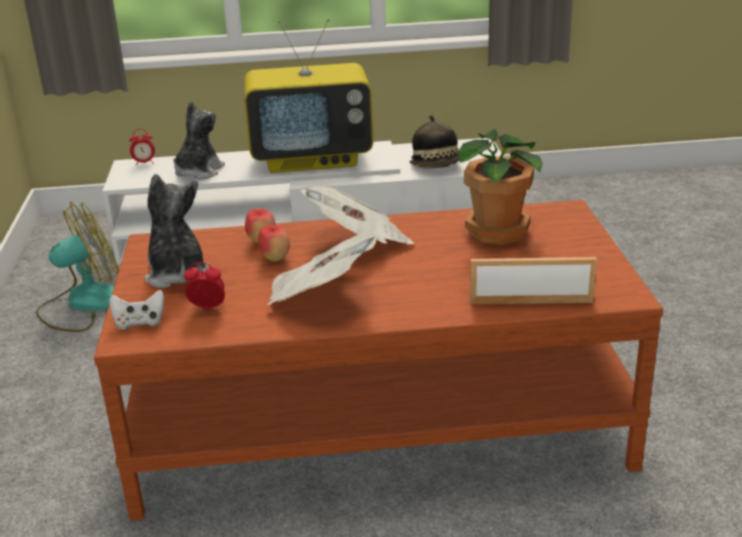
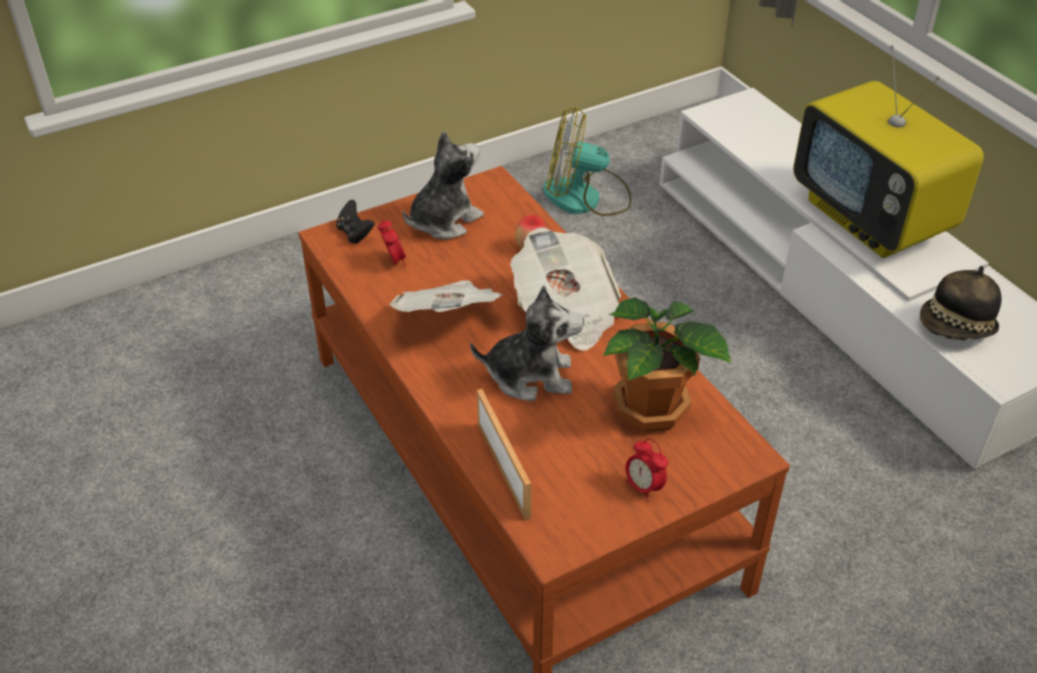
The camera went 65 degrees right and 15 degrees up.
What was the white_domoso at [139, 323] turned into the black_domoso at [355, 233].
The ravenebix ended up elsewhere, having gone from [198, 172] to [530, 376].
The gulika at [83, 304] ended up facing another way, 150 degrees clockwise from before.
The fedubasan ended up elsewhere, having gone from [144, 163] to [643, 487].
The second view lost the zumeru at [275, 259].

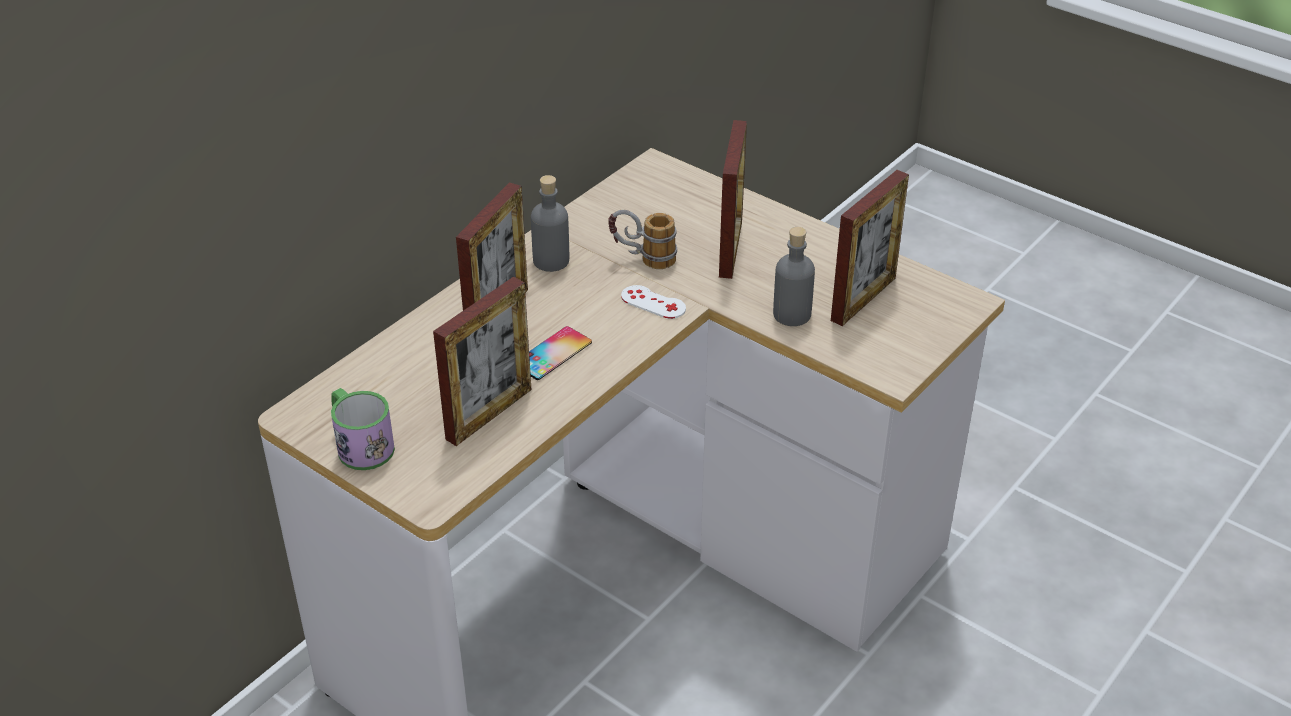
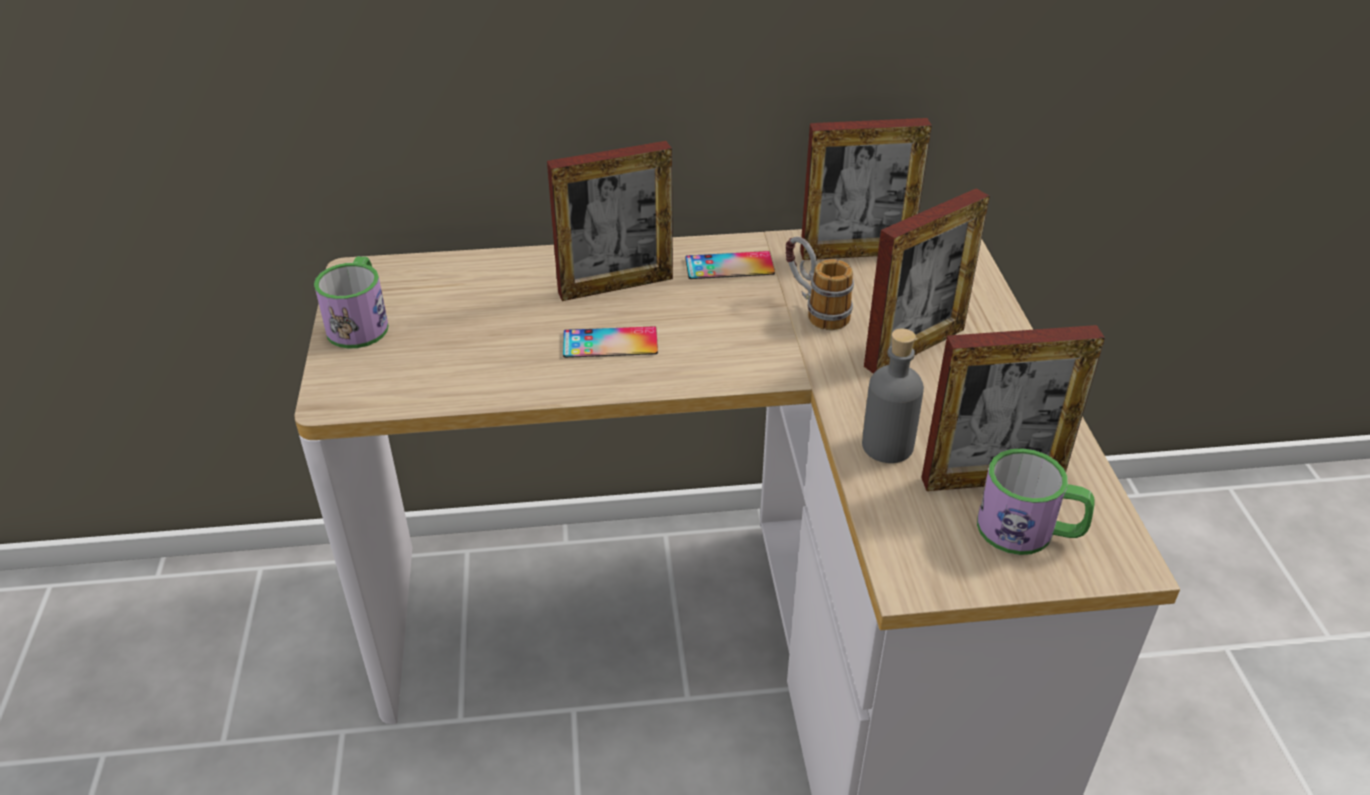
The camera went 45 degrees right and 0 degrees up.
Where the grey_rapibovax stood at [551, 261], the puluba came to stand at [729, 266].
The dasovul ended up elsewhere, having gone from [489, 414] to [856, 252].
The second view gained the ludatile at [1029, 531].
The second view lost the white_domoso at [653, 302].

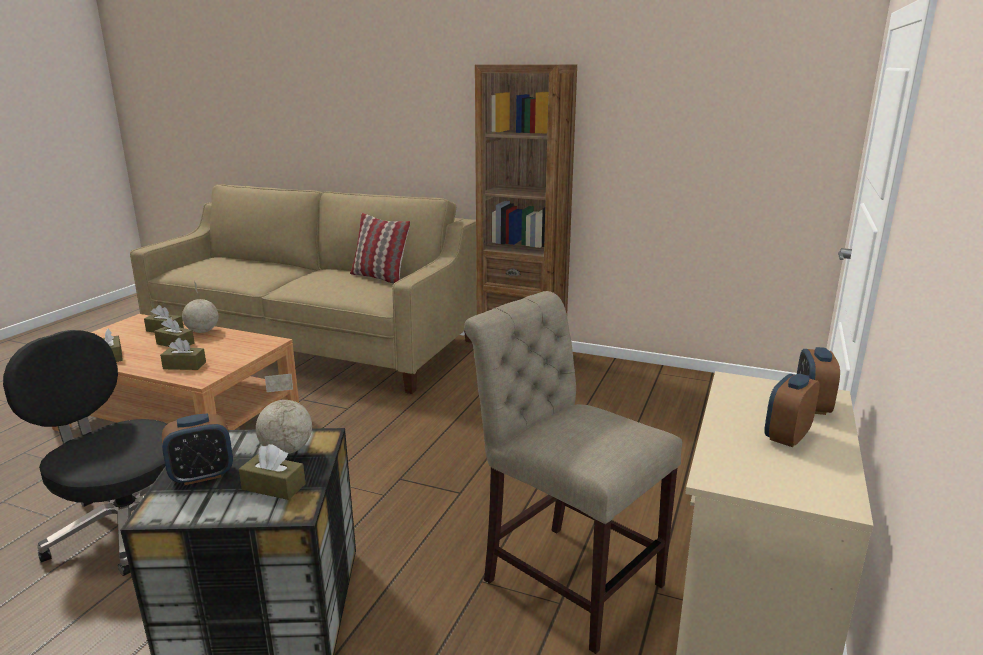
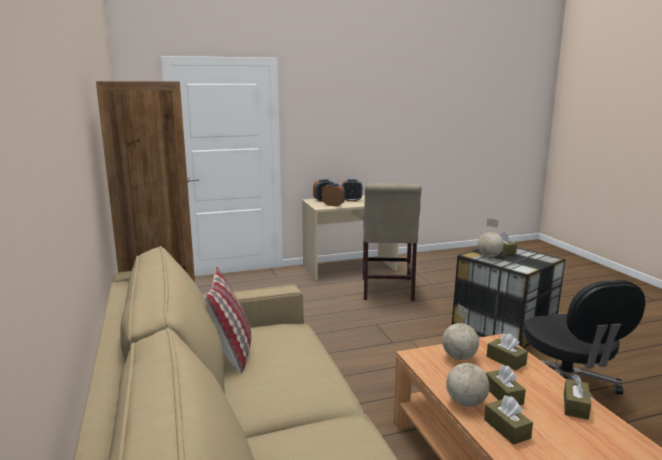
The camera went 130 degrees left and 5 degrees down.
The fedubasan ended up elsewhere, having gone from [202, 475] to [333, 205].
The second view gained the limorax at [459, 357].

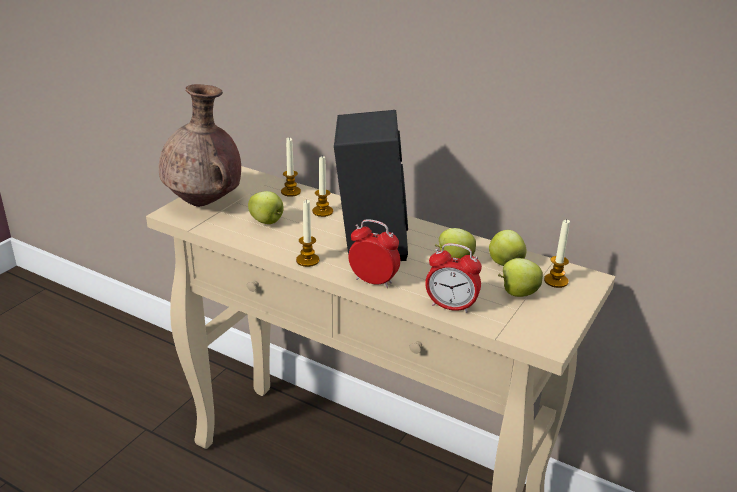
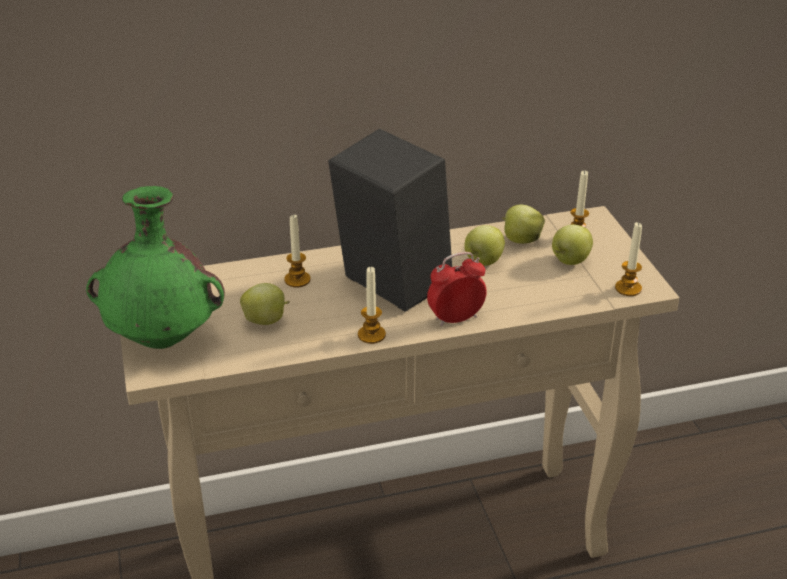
The camera went 45 degrees left and 5 degrees up.
What was the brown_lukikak at [205, 203] turned into the green_lukikak at [164, 339].
The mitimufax ended up elsewhere, having gone from [290, 192] to [628, 288].
The second view lost the fedubasan at [451, 306].

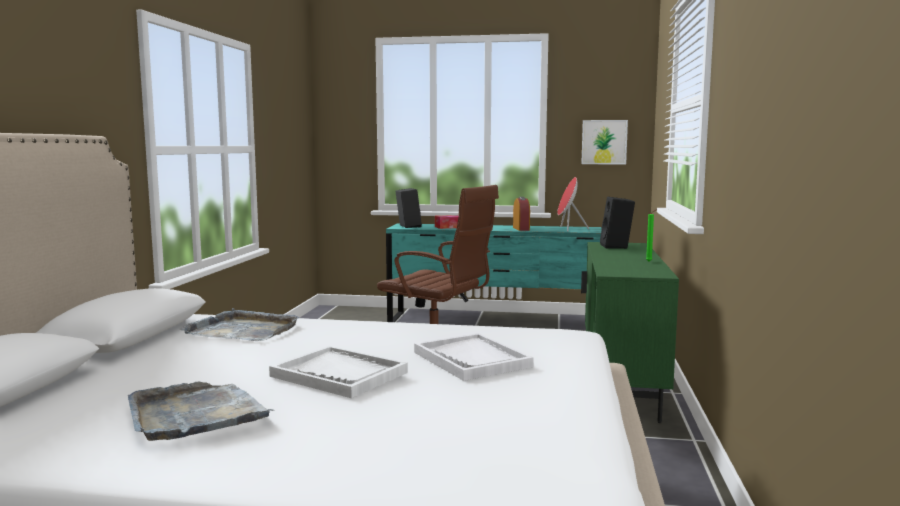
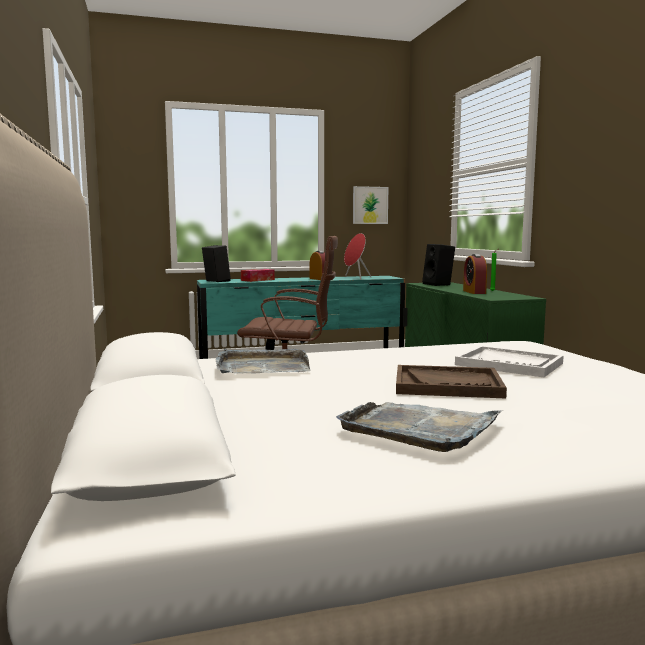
The camera went 25 degrees left and 0 degrees up.
What was the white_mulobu at [339, 374] turned into the brown_mulobu at [448, 385].
The second view gained the fedubasan at [474, 292].

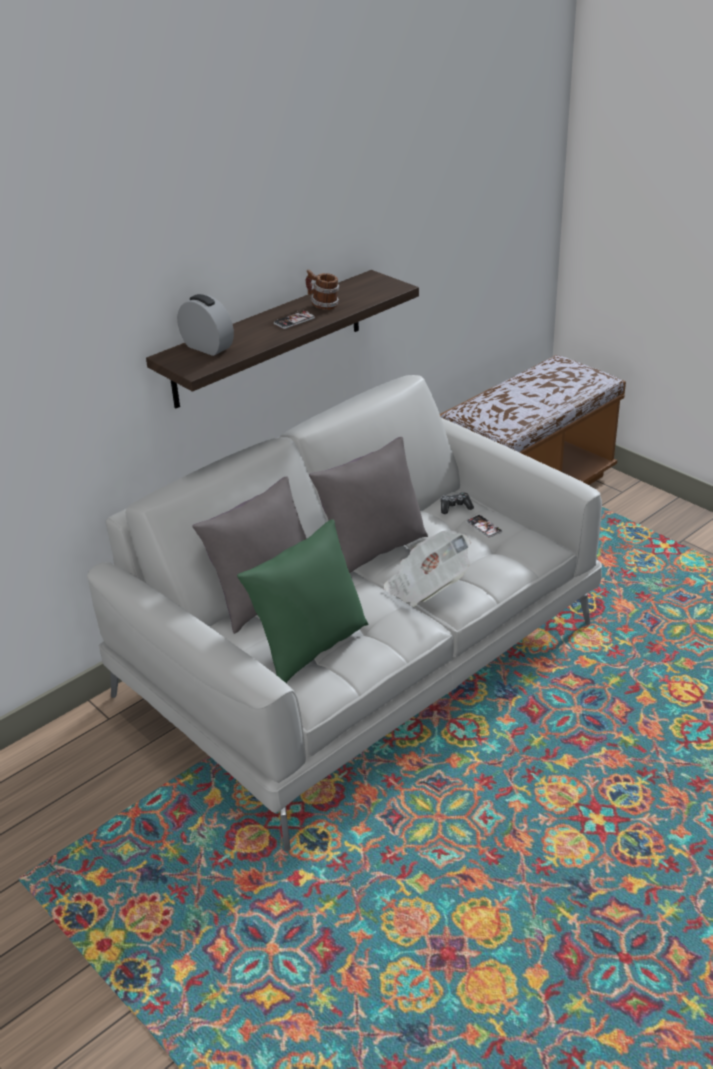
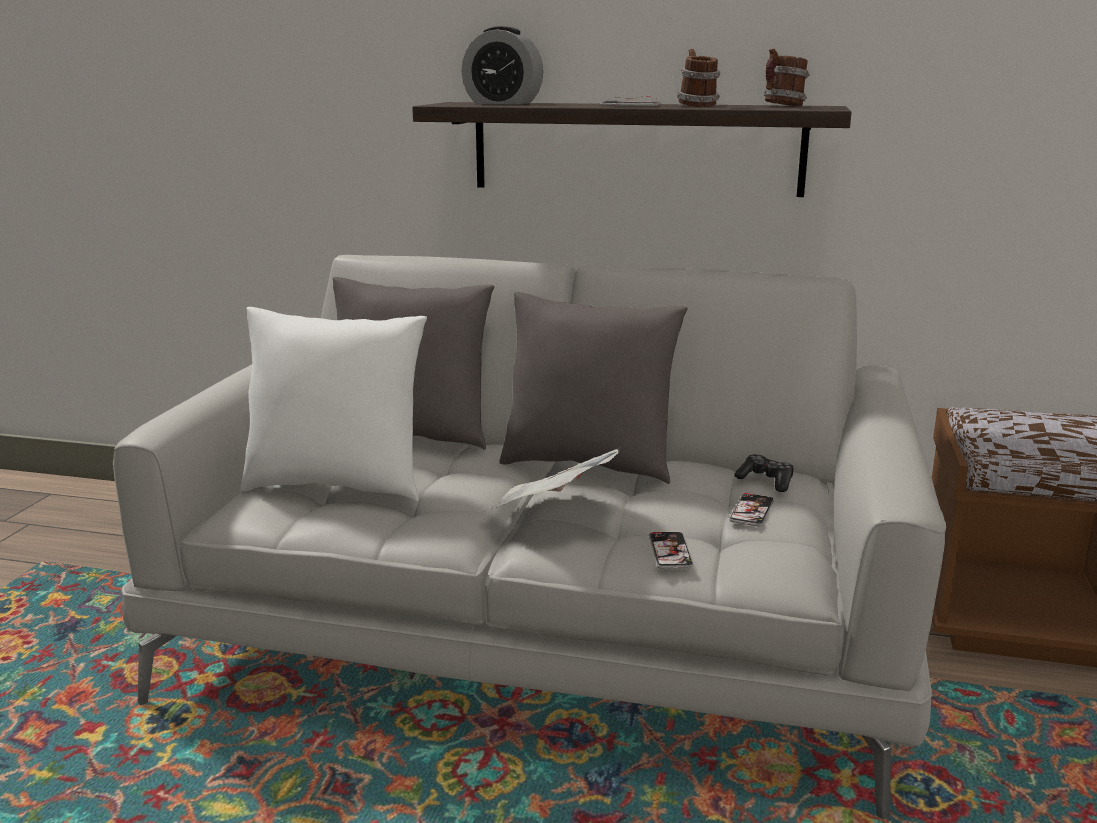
The camera went 55 degrees right and 15 degrees down.
What was the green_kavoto at [310, 648] turned into the white_kavoto at [337, 485].
The fedubasan at [207, 347] ended up facing another way, 105 degrees clockwise from before.
The second view gained the puluba at [670, 551].
The second view gained the ludatile at [782, 106].

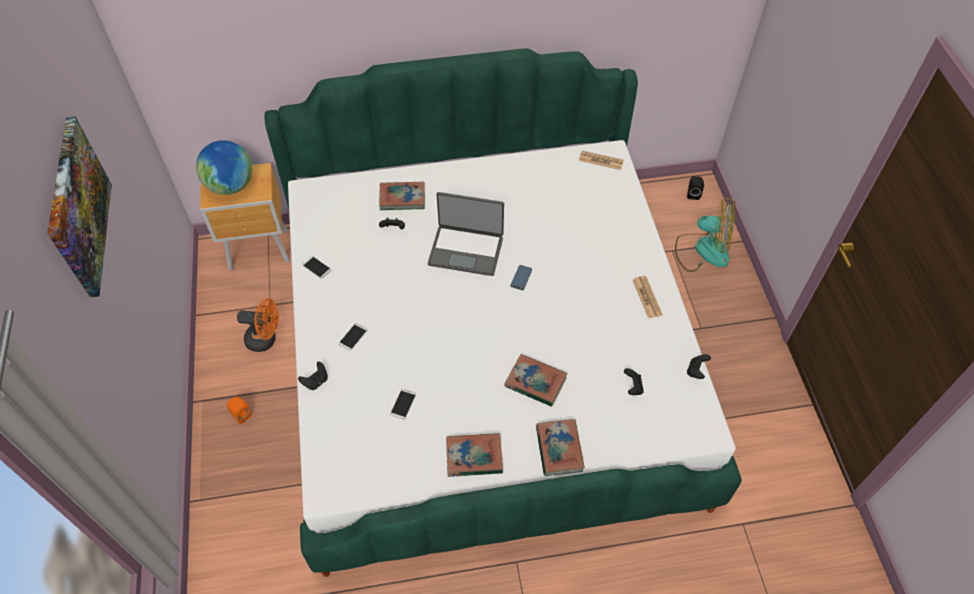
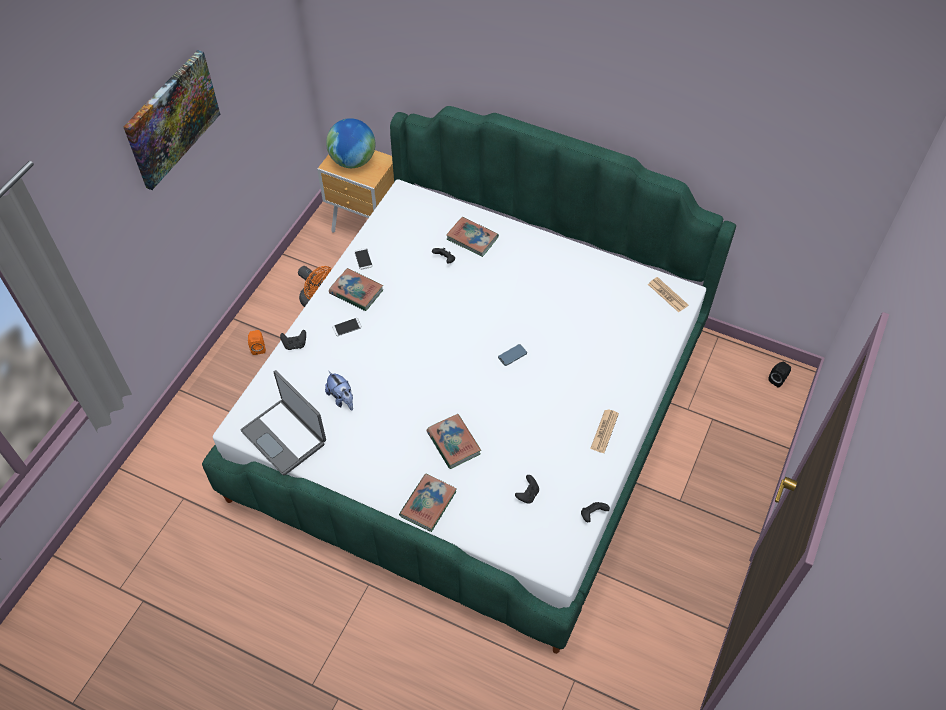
The camera went 35 degrees right and 0 degrees up.
The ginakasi ended up elsewhere, having gone from [466, 250] to [285, 436].
Where the puluba stood at [403, 404], the ravenebix came to stand at [342, 399].
The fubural ended up elsewhere, having gone from [474, 457] to [356, 292].
The second view lost the gulika at [703, 250].

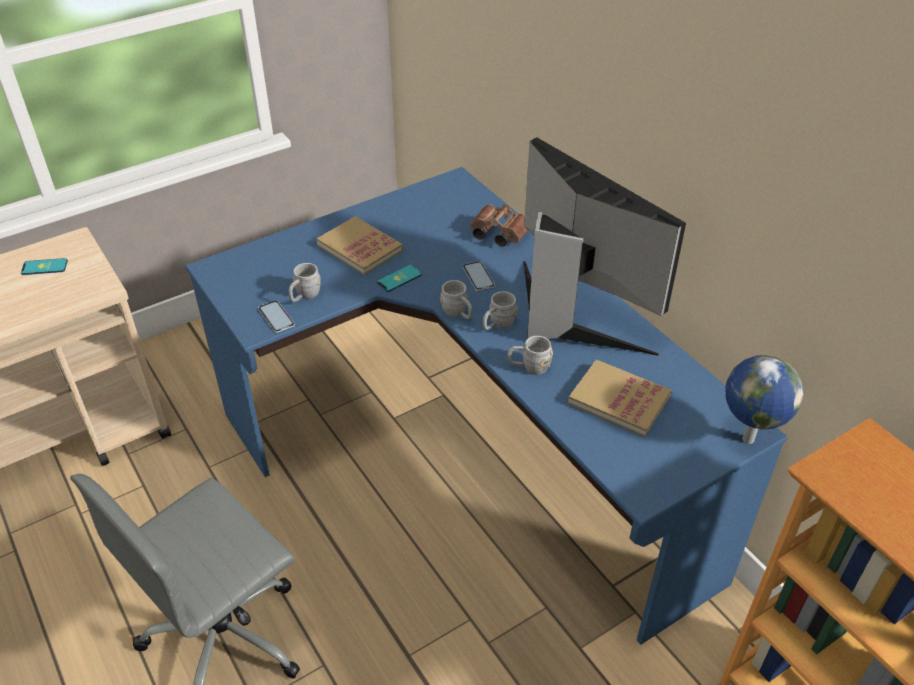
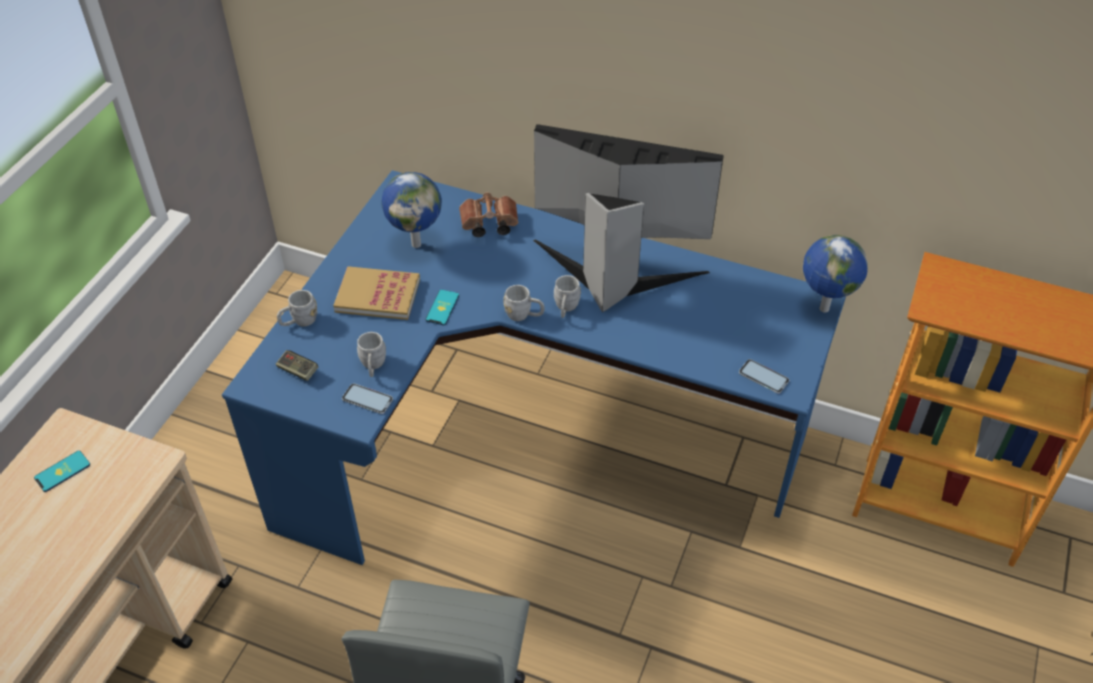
The camera went 35 degrees left and 5 degrees up.
The second view gained the domoso at [298, 370].
The grey_ludatile ended up elsewhere, having gone from [529, 367] to [299, 321].
The second view gained the limorax at [416, 243].
The puluba ended up elsewhere, having gone from [478, 277] to [763, 377].
The second view lost the fubural at [619, 400].

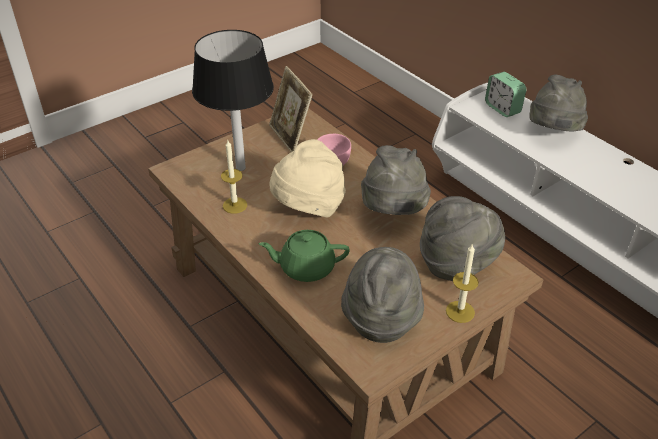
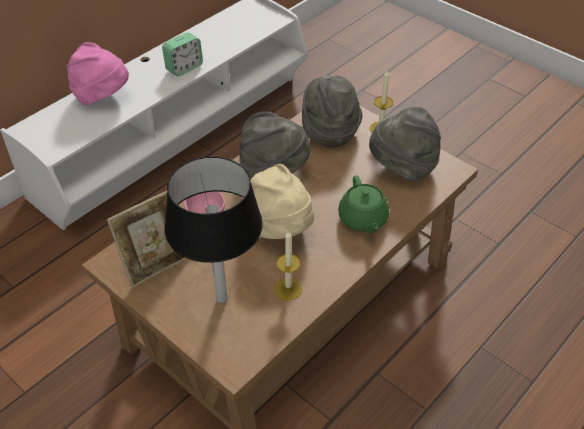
The camera went 100 degrees left and 5 degrees up.
What was the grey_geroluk at [553, 133] turned into the pink_geroluk at [102, 97].
The fedubasan ended up elsewhere, having gone from [502, 108] to [184, 68].

